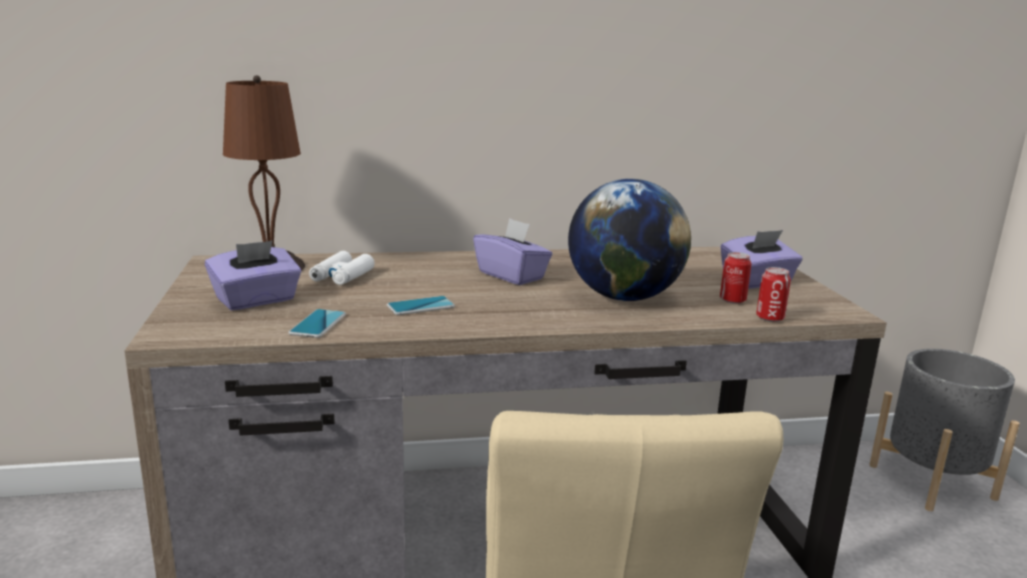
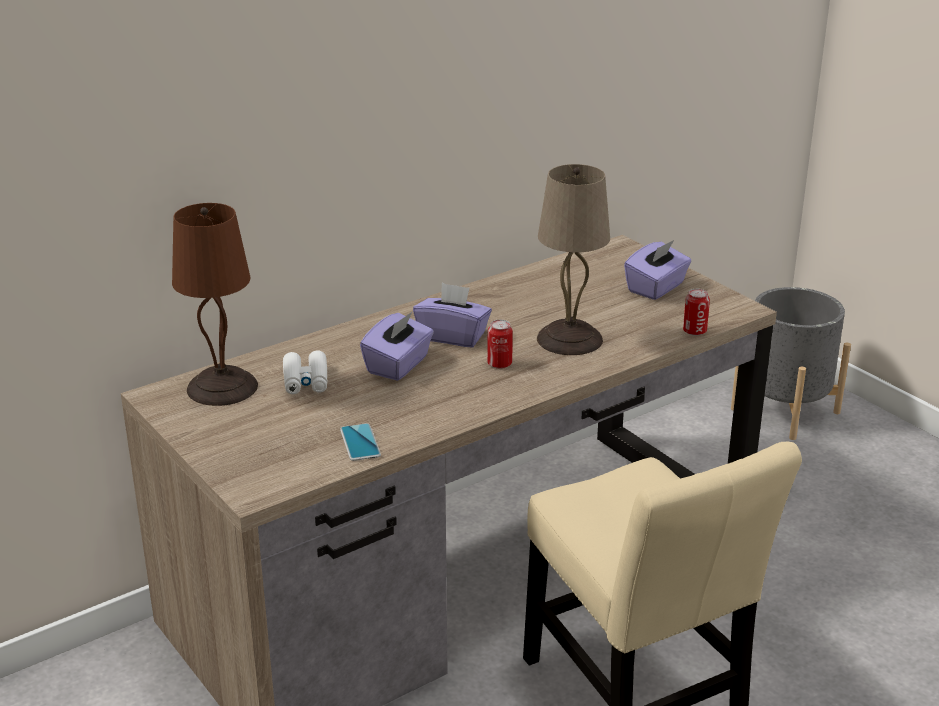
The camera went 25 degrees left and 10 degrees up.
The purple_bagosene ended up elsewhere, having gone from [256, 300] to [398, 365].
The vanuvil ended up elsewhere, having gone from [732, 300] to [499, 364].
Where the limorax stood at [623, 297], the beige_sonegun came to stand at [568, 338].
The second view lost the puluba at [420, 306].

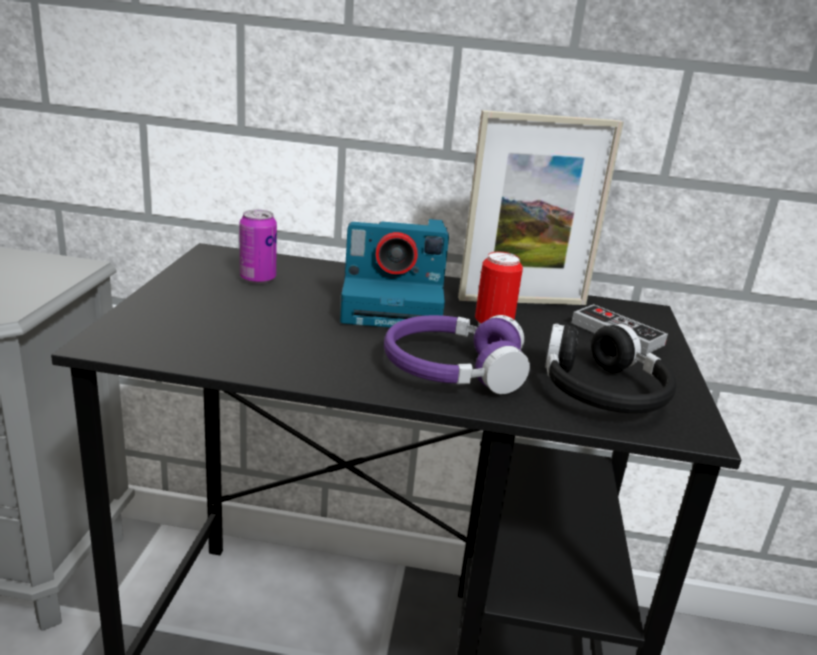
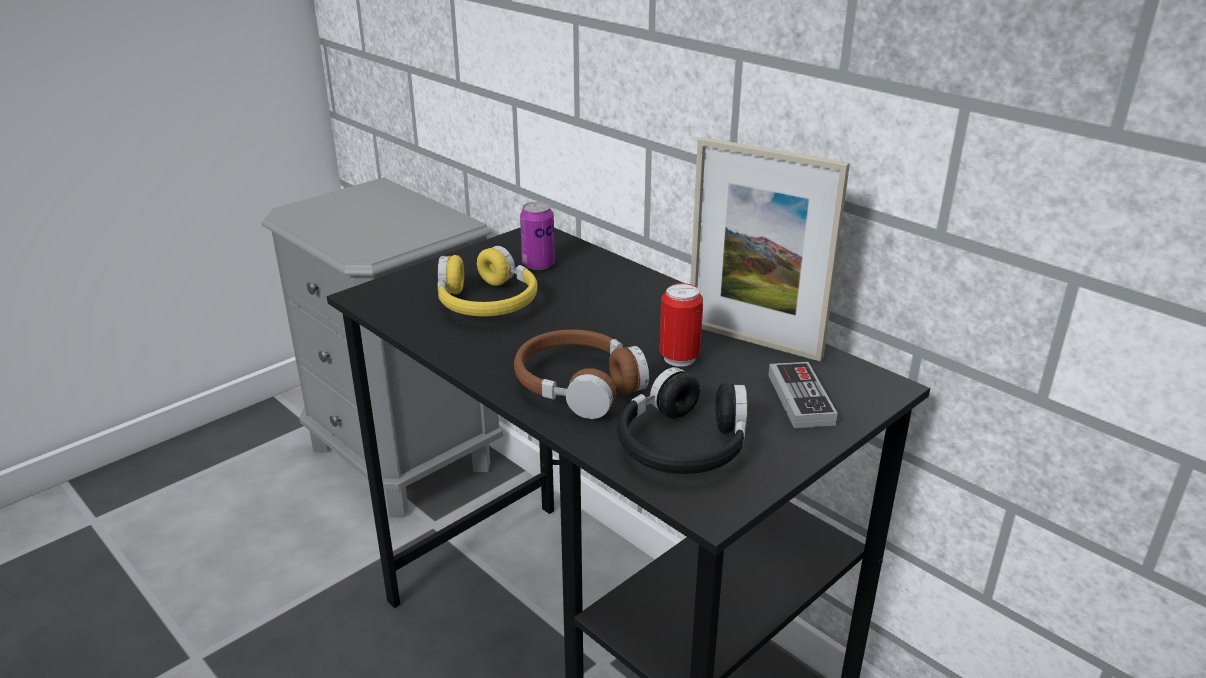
The camera went 40 degrees right and 5 degrees up.
The second view gained the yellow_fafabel at [486, 302].
What was the purple_fafabel at [452, 370] turned into the brown_fafabel at [578, 386].
The second view lost the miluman at [395, 305].

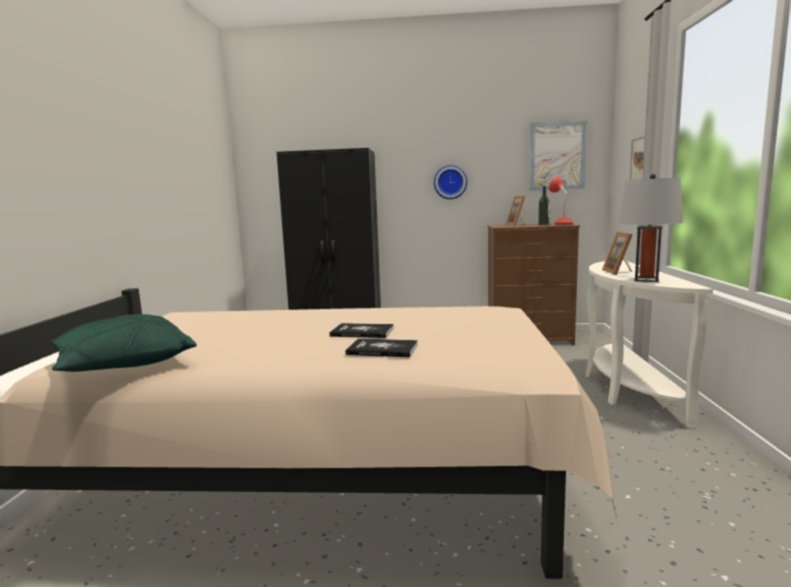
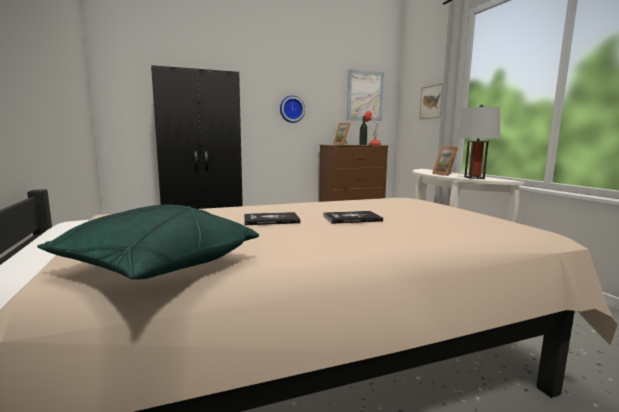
The camera went 25 degrees left and 0 degrees up.
The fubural ended up elsewhere, having gone from [382, 349] to [271, 220].

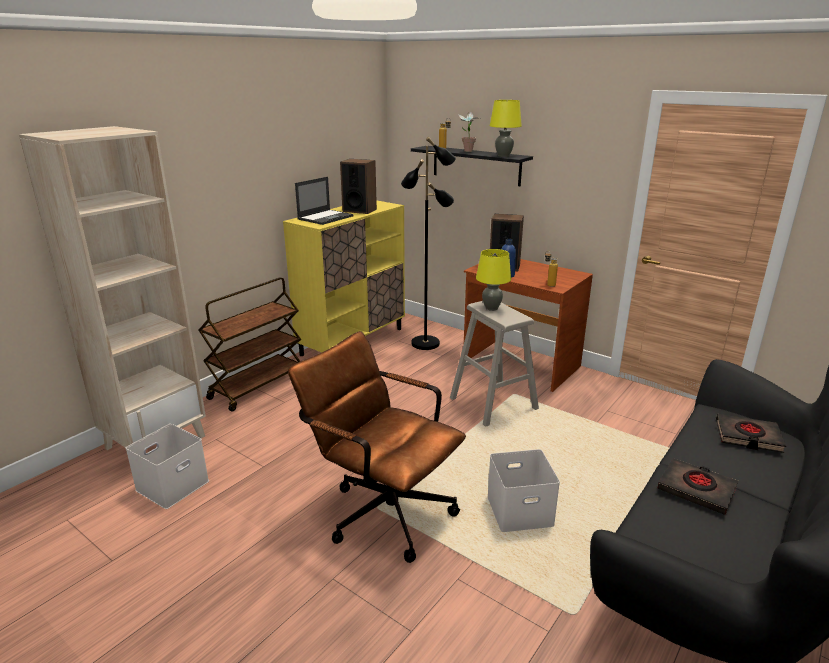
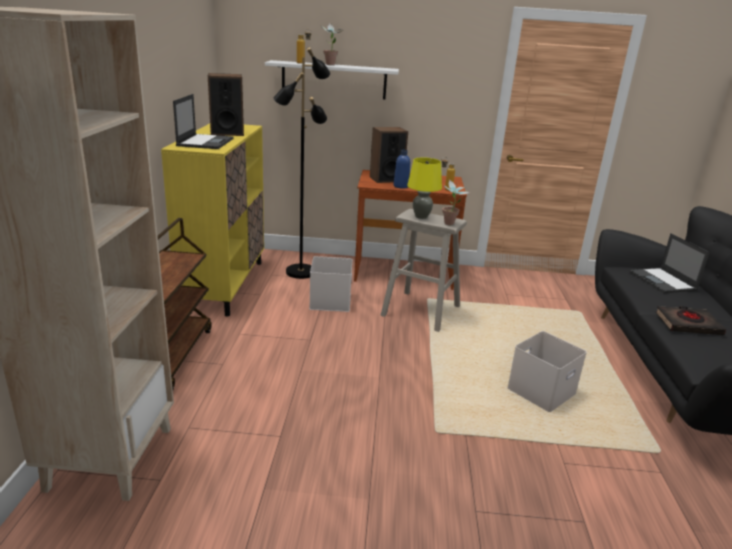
The camera went 35 degrees left and 0 degrees up.
What was the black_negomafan at [476, 165] turned into the white_negomafan at [334, 80].
The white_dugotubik ended up elsewhere, having gone from [172, 486] to [331, 301].
The second view gained the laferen at [450, 225].
Where the black_fubural stood at [748, 437], the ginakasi came to stand at [663, 281].
The second view lost the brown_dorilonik at [382, 509].
The second view lost the yellow_sonegun at [503, 156].

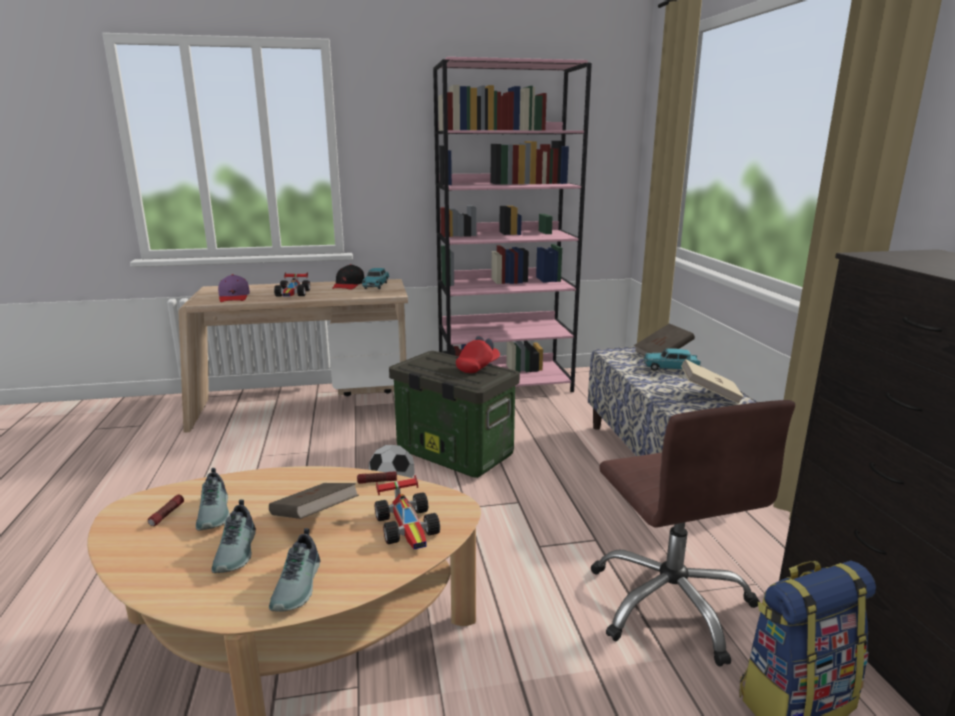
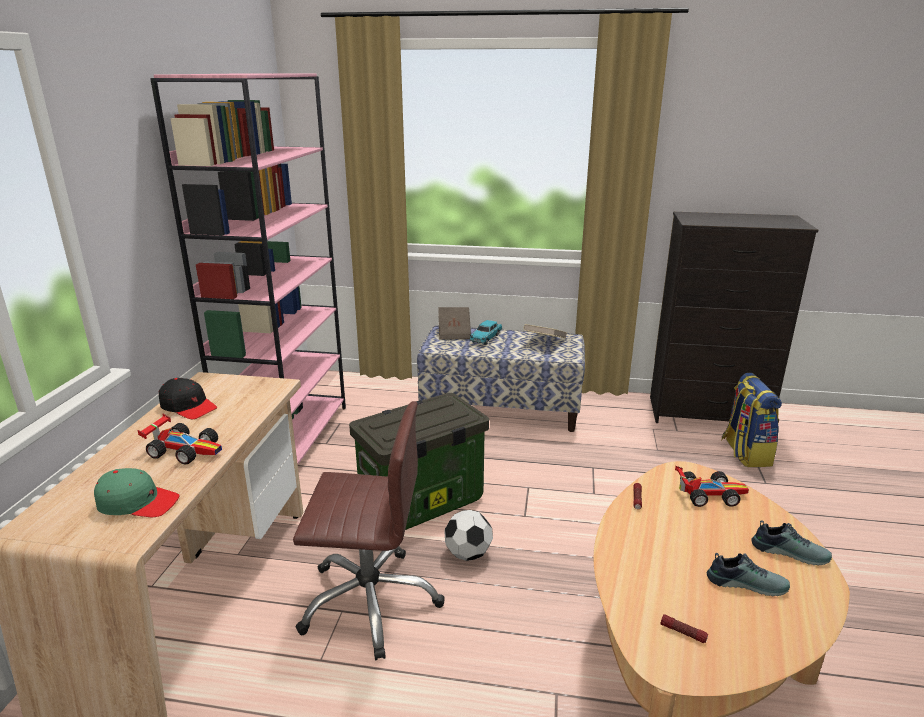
The camera went 70 degrees left and 5 degrees up.
What was the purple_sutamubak at [234, 297] turned into the green_sutamubak at [138, 503].
The brown_dorilonik ended up elsewhere, having gone from [671, 603] to [370, 601].
The second view lost the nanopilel at [216, 512].
The second view lost the brown_fubural at [314, 518].
The second view lost the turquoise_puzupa at [376, 285].
The second view lost the red_sutamubak at [478, 367].

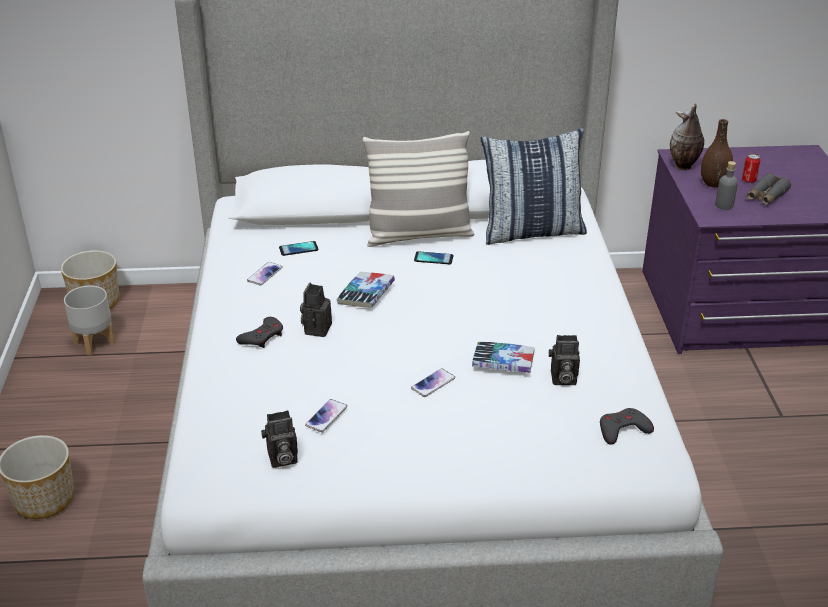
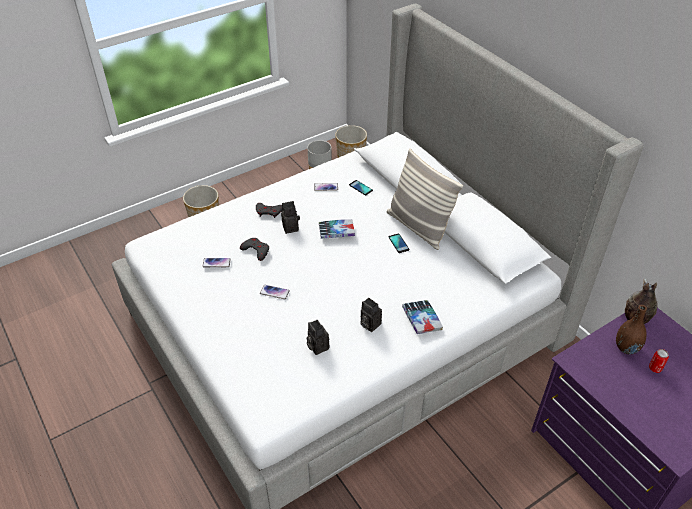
The camera went 60 degrees right and 10 degrees up.
The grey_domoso ended up elsewhere, having gone from [623, 430] to [256, 250].
The miluman ended up elsewhere, having gone from [281, 459] to [369, 324].
The fubural ended up elsewhere, having gone from [503, 362] to [422, 319].
The second view lost the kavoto at [532, 231].
The second view lost the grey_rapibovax at [724, 205].
The second view lost the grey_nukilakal at [766, 196].

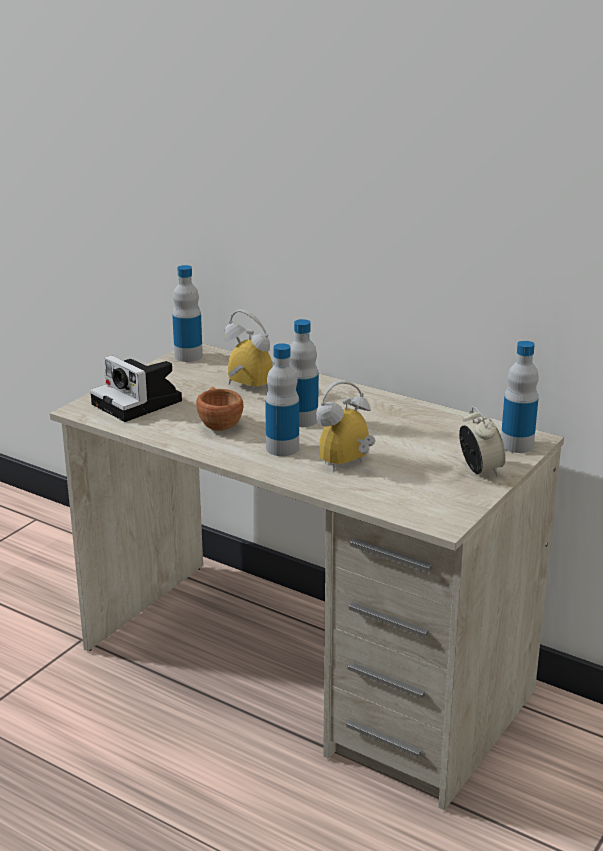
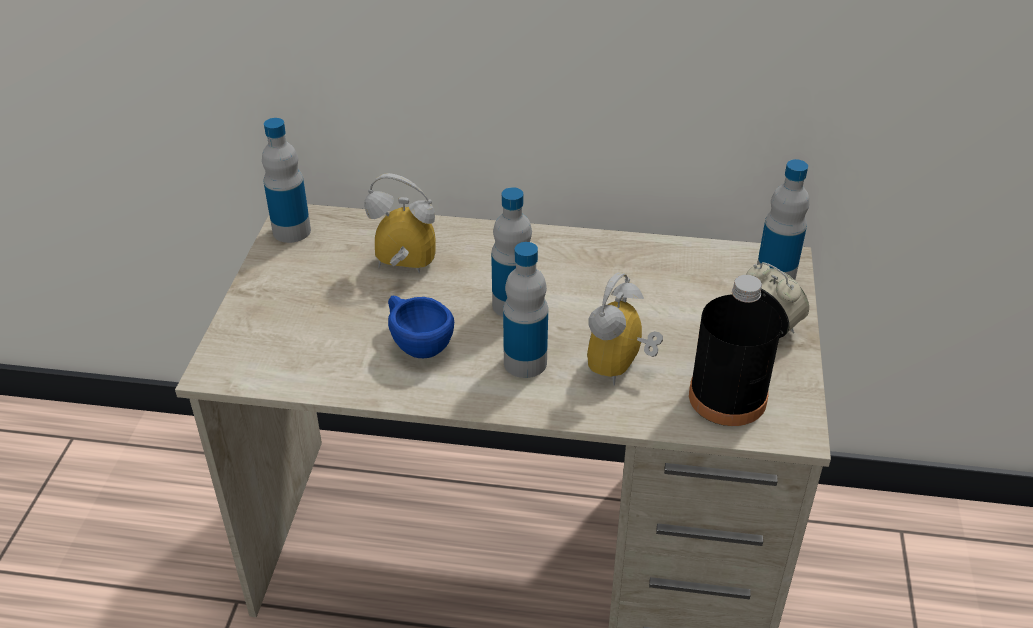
The camera went 25 degrees left and 15 degrees up.
What was the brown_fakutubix at [218, 424] turned into the blue_fakutubix at [417, 343].
The second view gained the black_rapibovax at [727, 397].
The second view lost the miluman at [140, 403].

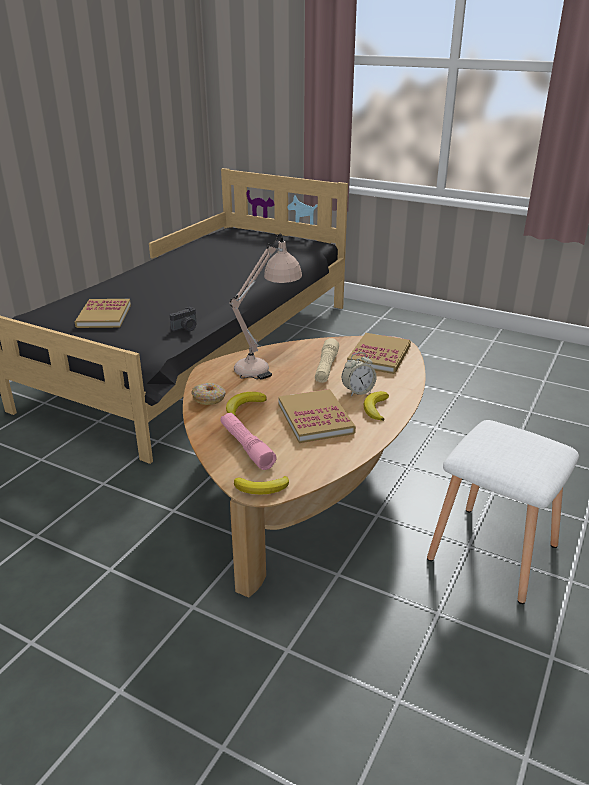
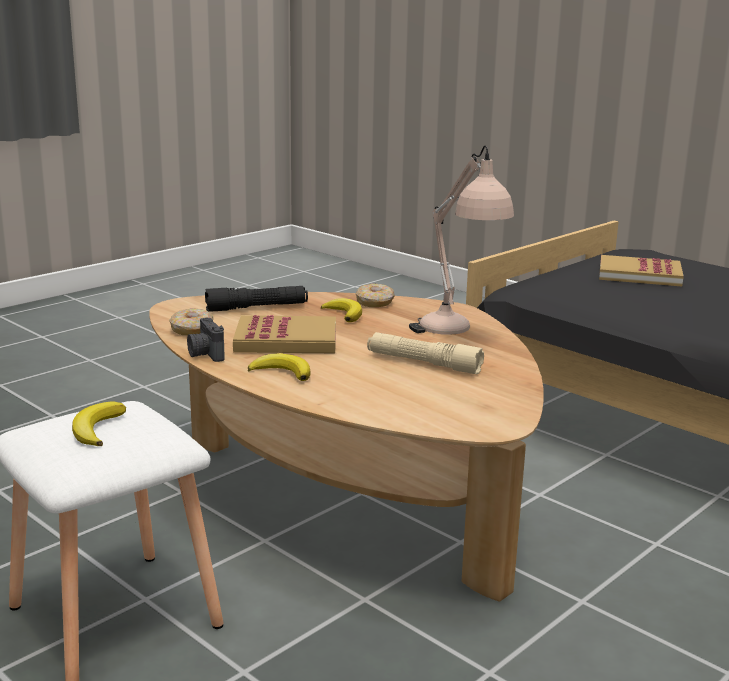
The camera went 105 degrees right and 10 degrees down.
The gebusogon ended up elsewhere, having gone from [263, 488] to [97, 429].
The second view gained the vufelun at [192, 330].
The miluman ended up elsewhere, having gone from [186, 328] to [205, 354].
What was the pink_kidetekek at [246, 446] turned into the black_kidetekek at [257, 308].
The second view lost the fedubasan at [358, 391].
The second view lost the fubural at [379, 356].

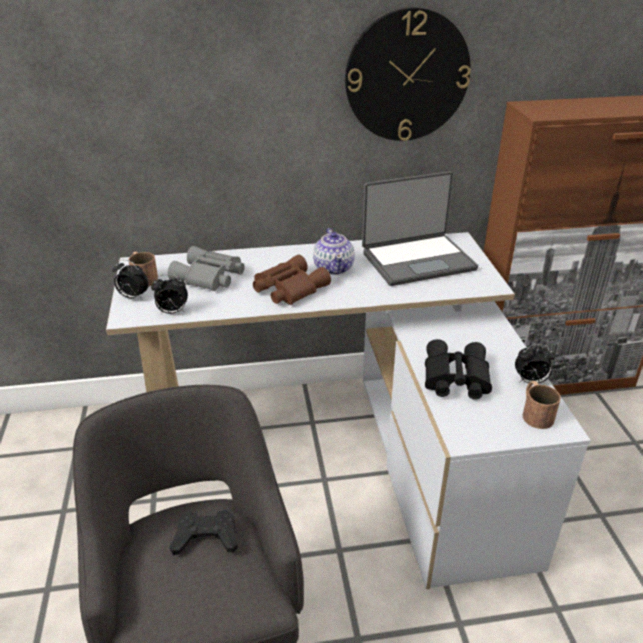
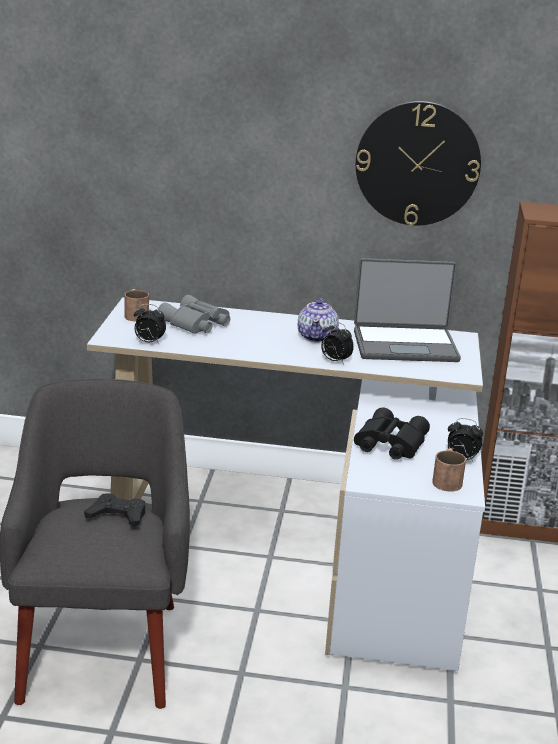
The camera went 15 degrees right and 10 degrees down.
The fedubasan ended up elsewhere, having gone from [133, 297] to [334, 361].
The second view lost the brown_nukilakal at [288, 288].

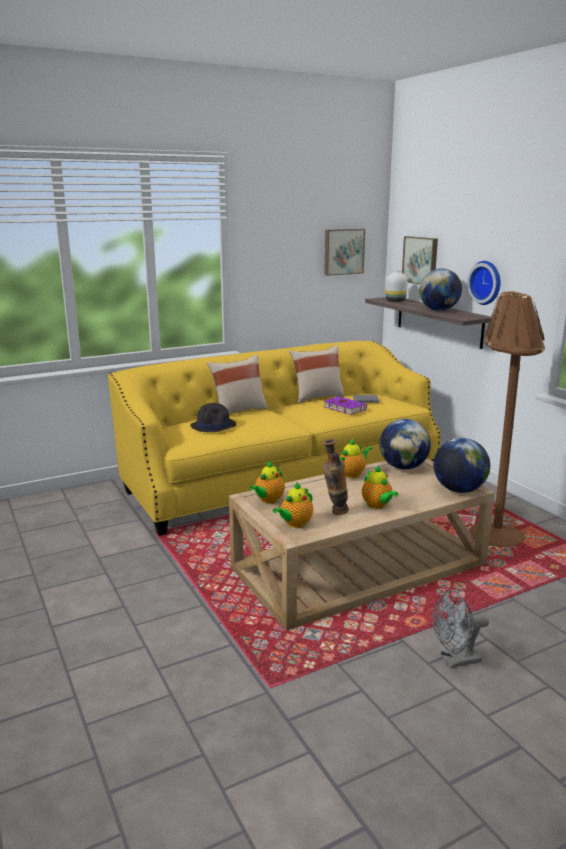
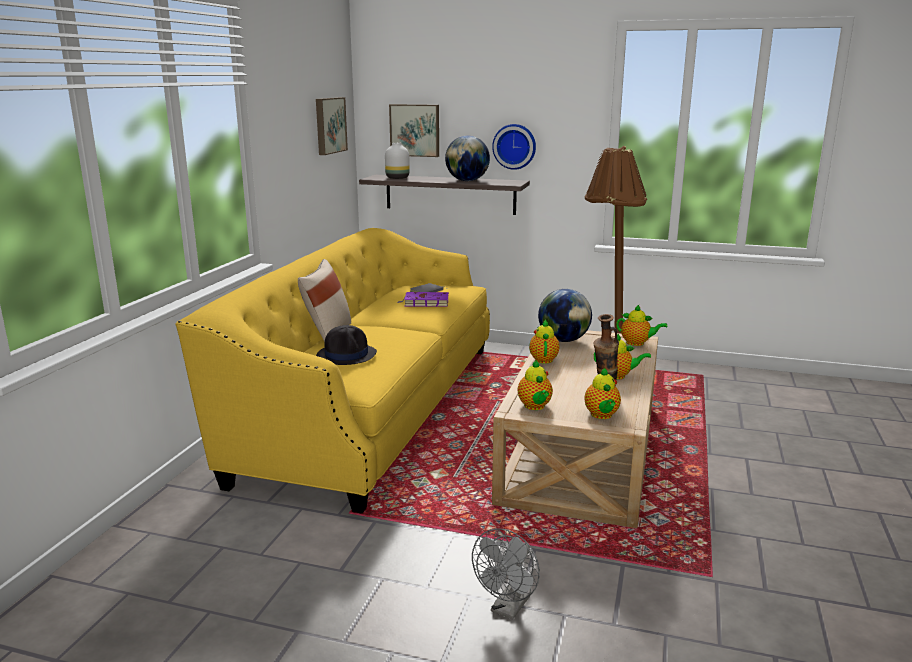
The camera went 45 degrees left and 0 degrees up.
The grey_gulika ended up elsewhere, having gone from [455, 660] to [508, 608].
Where the limorax stood at [459, 490], the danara came to stand at [637, 343].
The second view lost the beige_kavoto at [317, 397].

